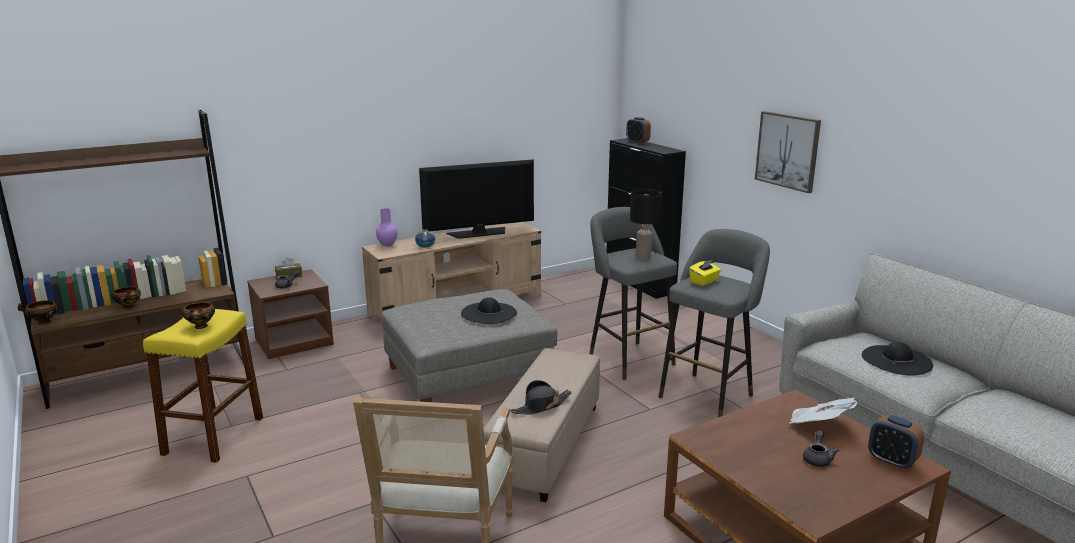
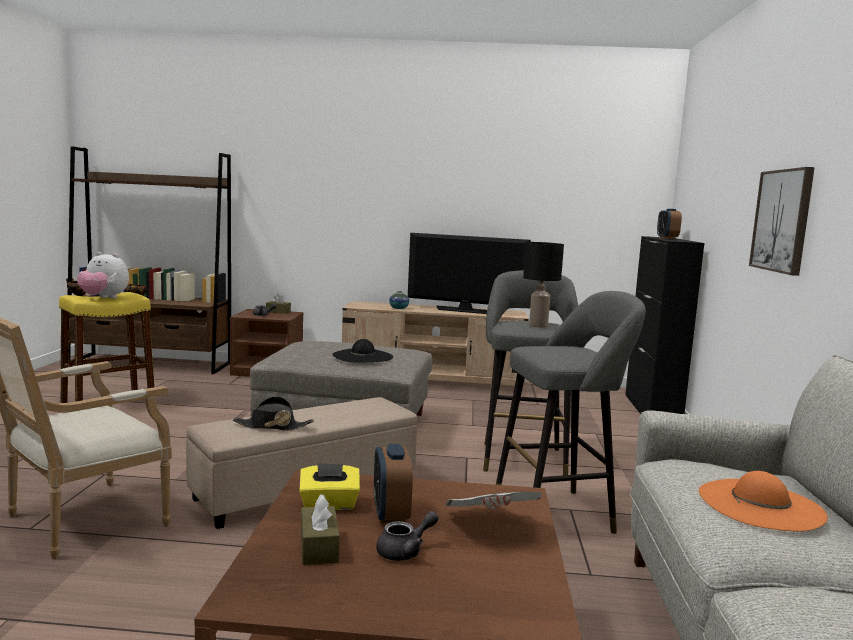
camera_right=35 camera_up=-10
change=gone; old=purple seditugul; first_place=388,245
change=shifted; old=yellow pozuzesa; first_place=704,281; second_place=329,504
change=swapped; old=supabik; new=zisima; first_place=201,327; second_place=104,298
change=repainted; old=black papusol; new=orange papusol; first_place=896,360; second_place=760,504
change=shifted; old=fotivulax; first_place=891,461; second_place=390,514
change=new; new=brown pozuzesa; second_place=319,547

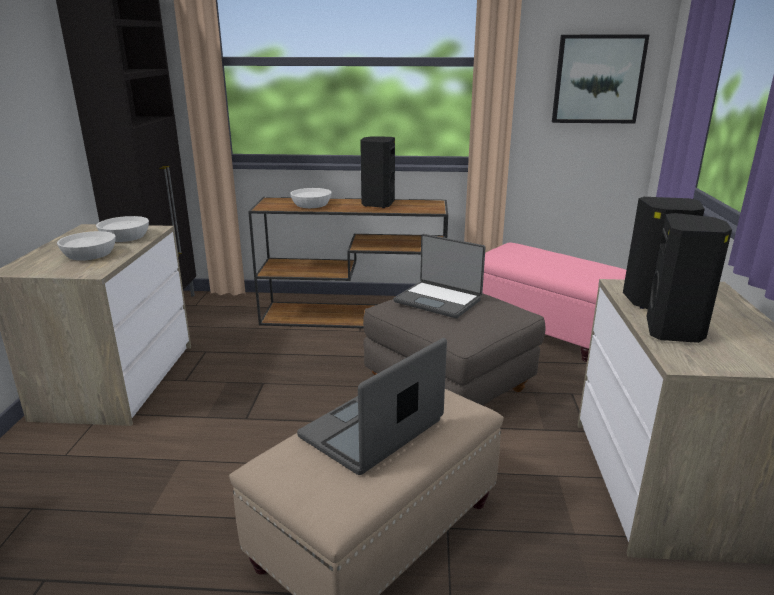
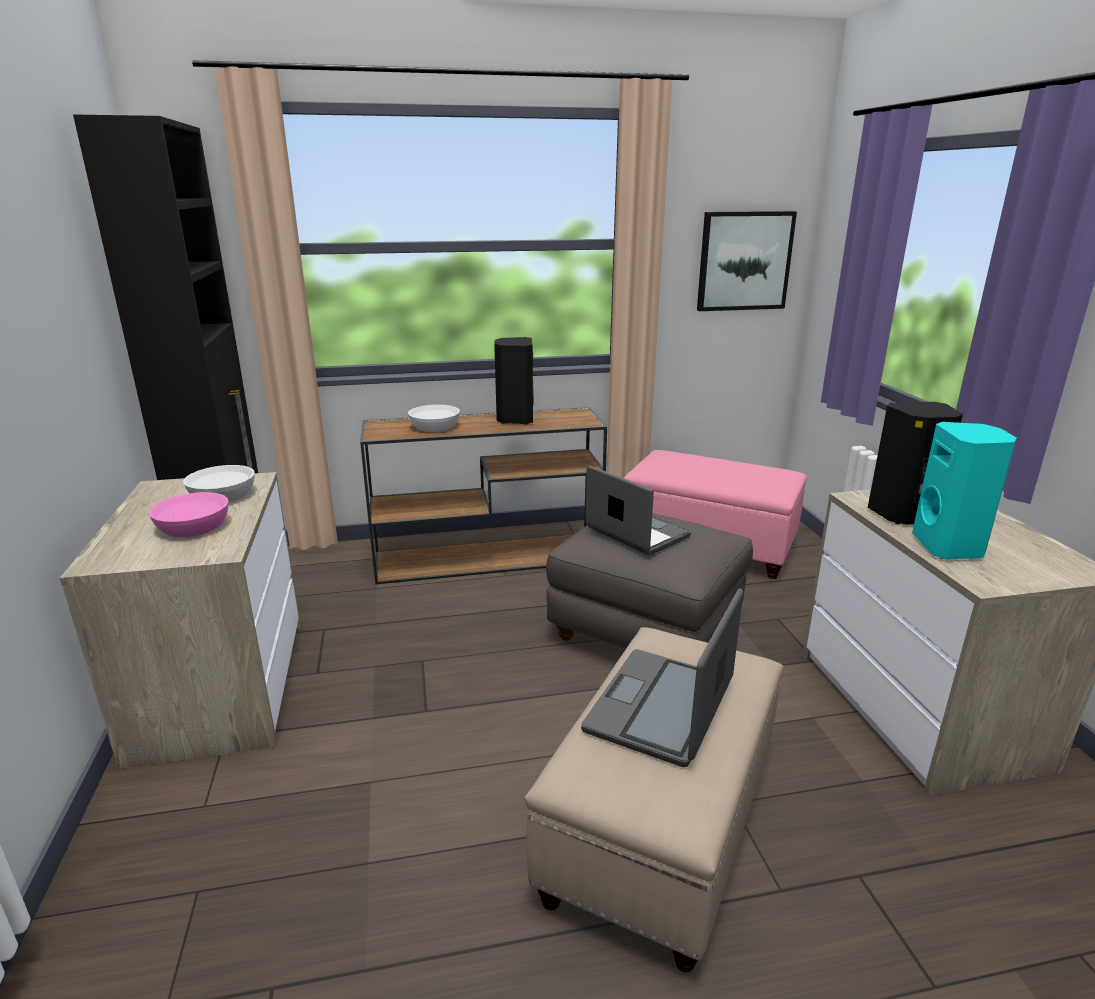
camera_right=-15 camera_up=0
change=repainted; old=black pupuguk; new=turquoise pupuguk; first_place=675,331; second_place=949,547
change=repainted; old=white supabik; new=pink supabik; first_place=90,254; second_place=193,526
change=rotated; old=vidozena; first_place=438,300; second_place=635,533; degrees=-150

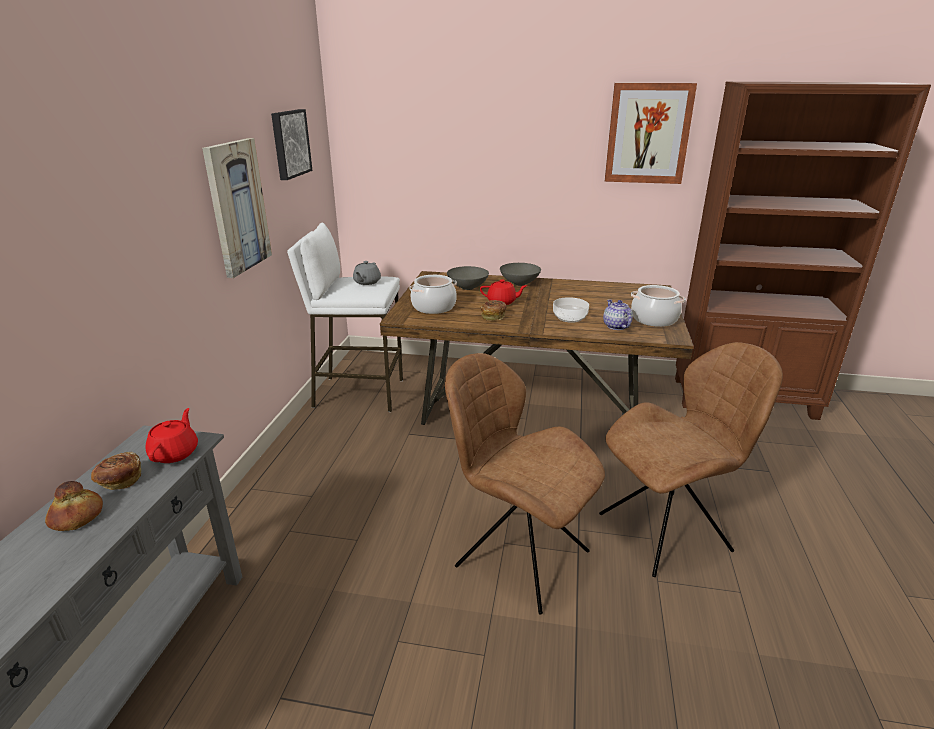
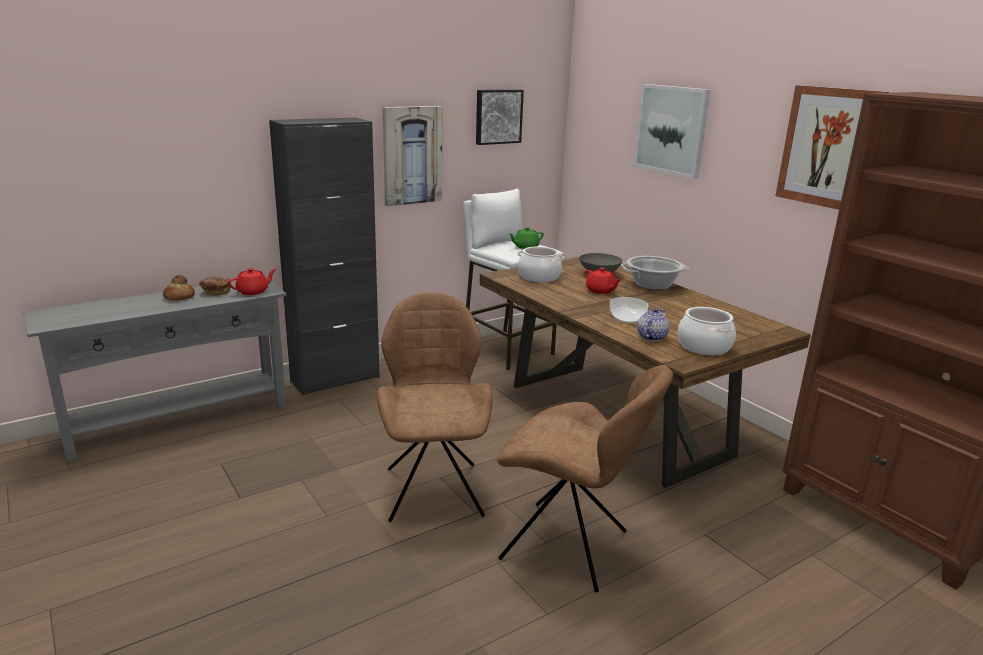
camera_right=45 camera_up=-5
change=repainted; old=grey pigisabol; new=green pigisabol; first_place=366,282; second_place=525,247
change=swapped; old=grey supabik; new=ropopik; first_place=519,283; second_place=652,285
change=gone; old=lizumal; first_place=493,316
change=new; new=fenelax; second_place=671,130
change=new; new=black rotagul; second_place=335,379

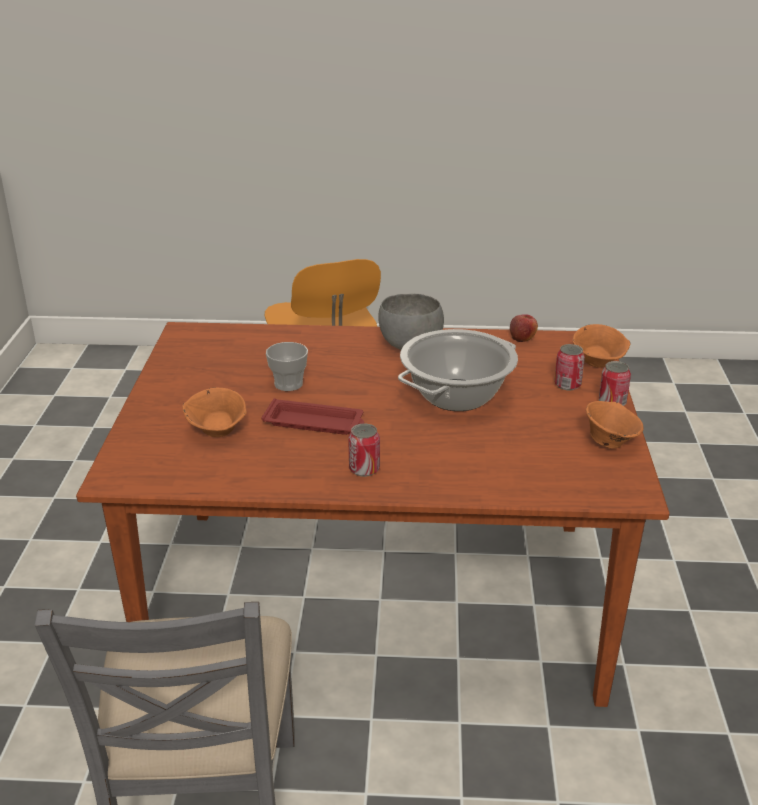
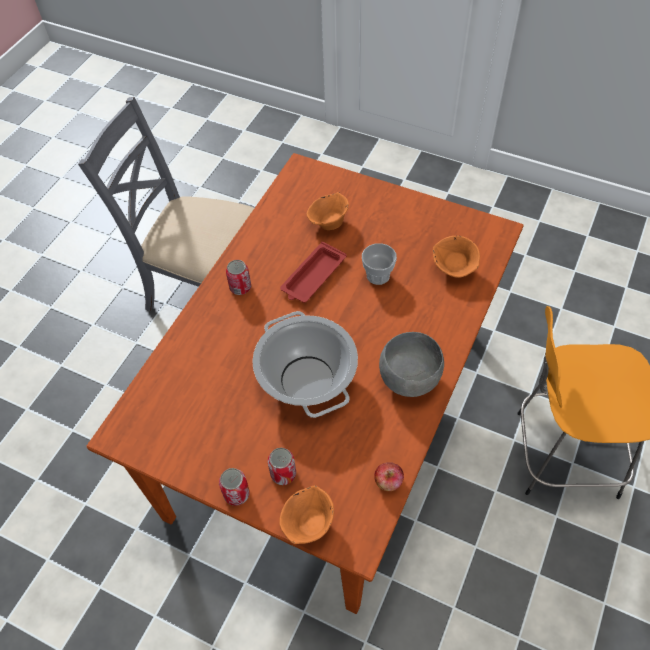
camera_right=115 camera_up=25
change=shifted; old=orange supabik; first_place=610,442; second_place=454,269

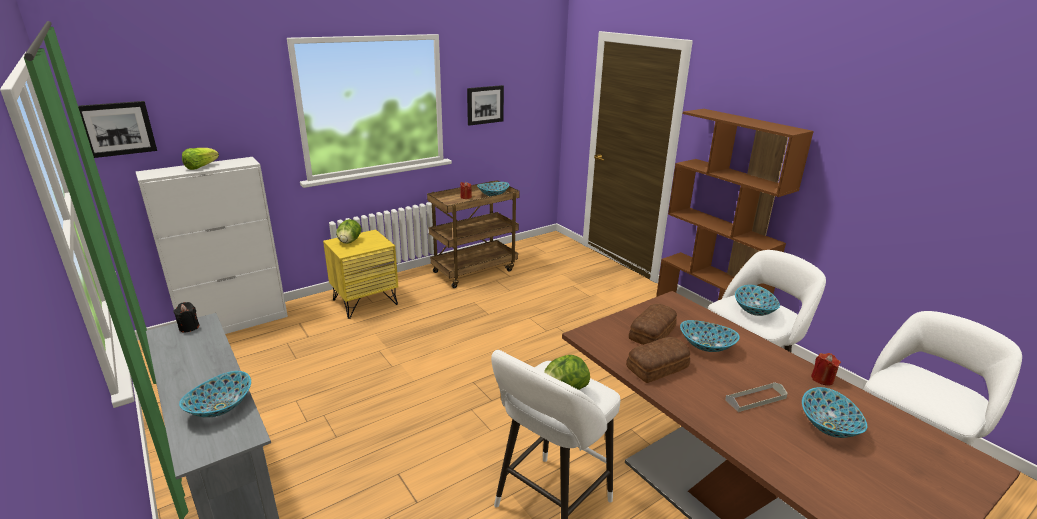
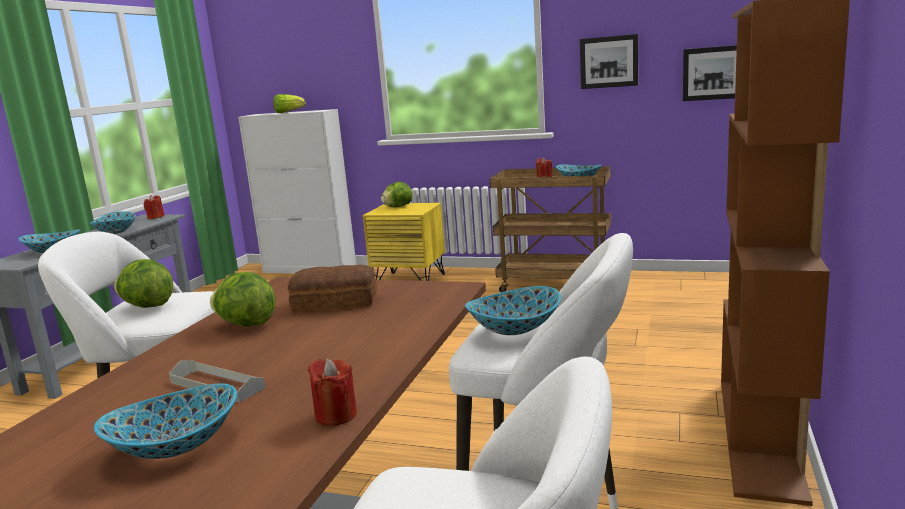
camera_right=55 camera_up=-10
change=shifted; old=fenelax; first_place=117,128; second_place=713,73
change=repainted; old=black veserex; new=red veserex; first_place=189,327; second_place=155,217
change=shifted; old=supabik; first_place=706,346; second_place=116,232
change=swapped; old=lizumal; new=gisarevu; first_place=659,367; second_place=246,324

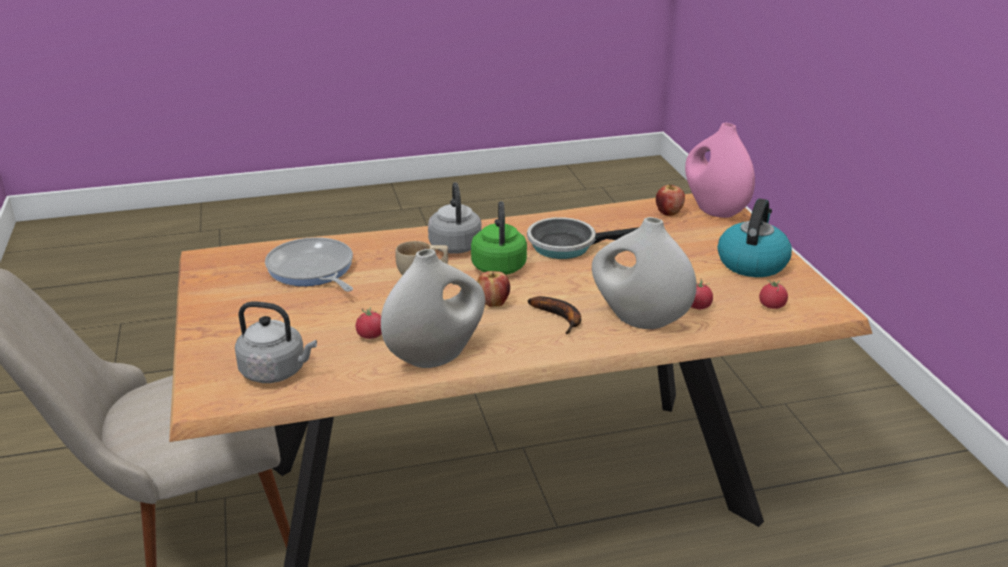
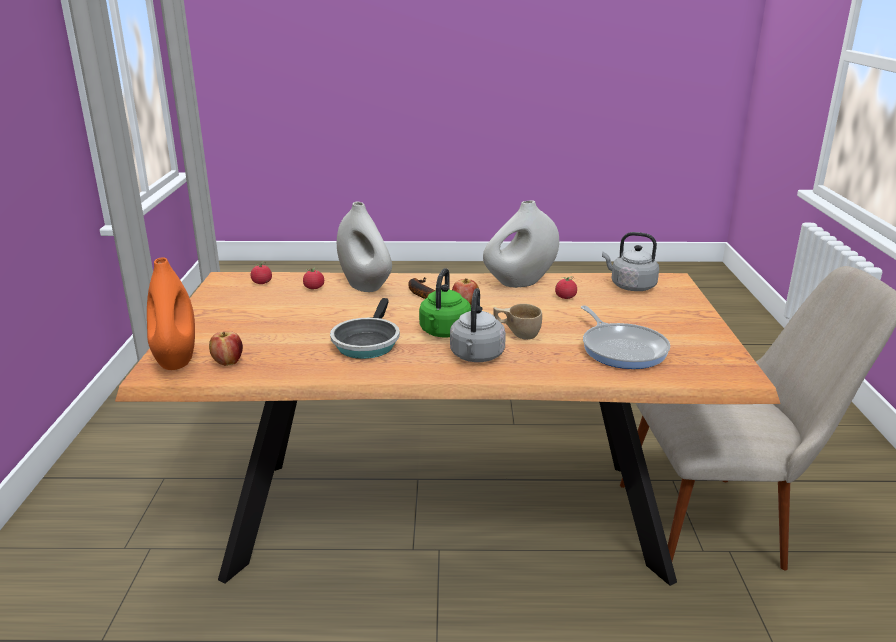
camera_right=-165 camera_up=-5
change=repainted; old=pink seditugul; new=orange seditugul; first_place=714,210; second_place=176,360
change=gone; old=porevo; first_place=752,263
change=rotated; old=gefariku; first_place=567,245; second_place=366,342; degrees=90

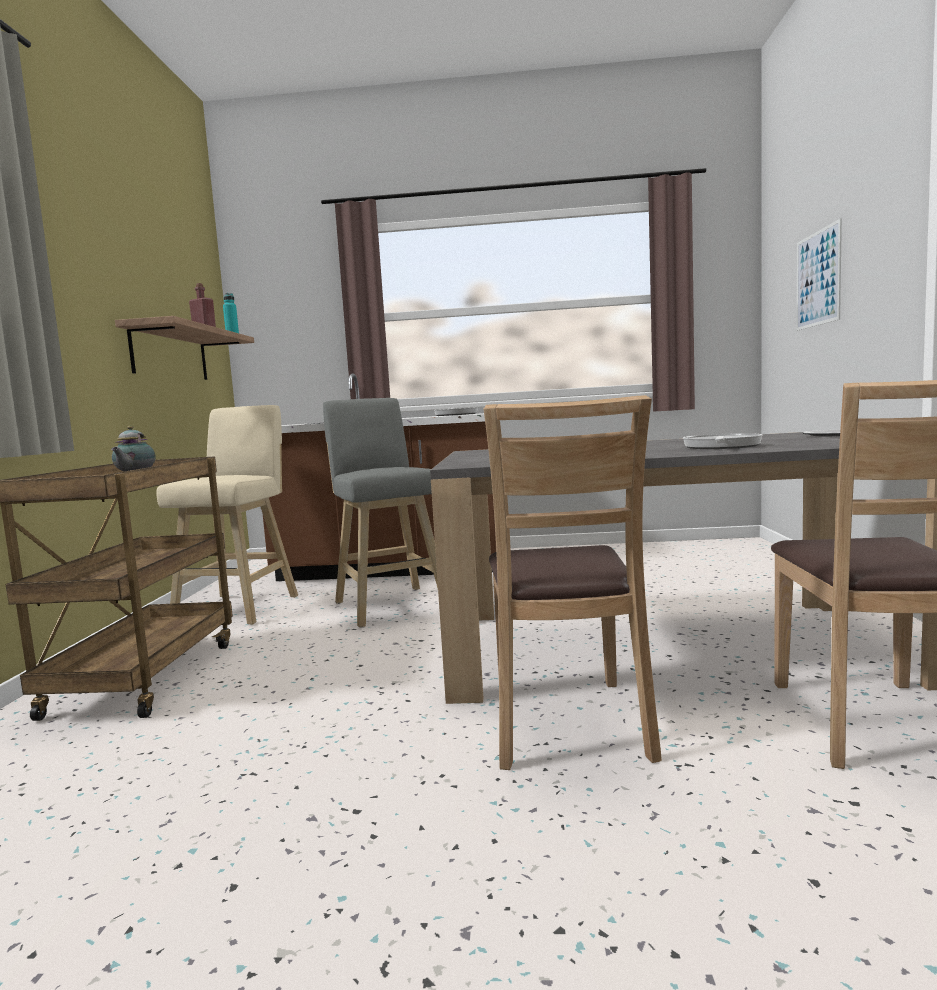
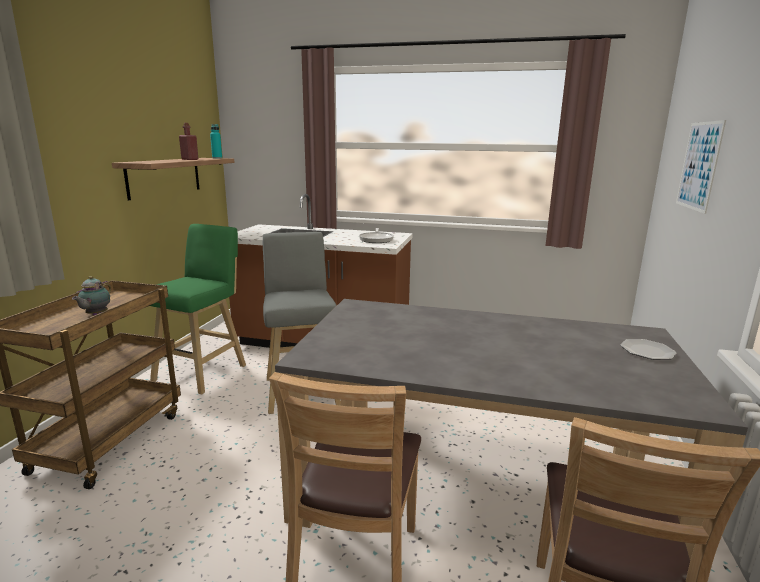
camera_right=10 camera_up=10
change=repainted; old=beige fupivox; new=green fupivox; first_place=240,607; second_place=203,371
change=gone; old=gefariku; first_place=721,447

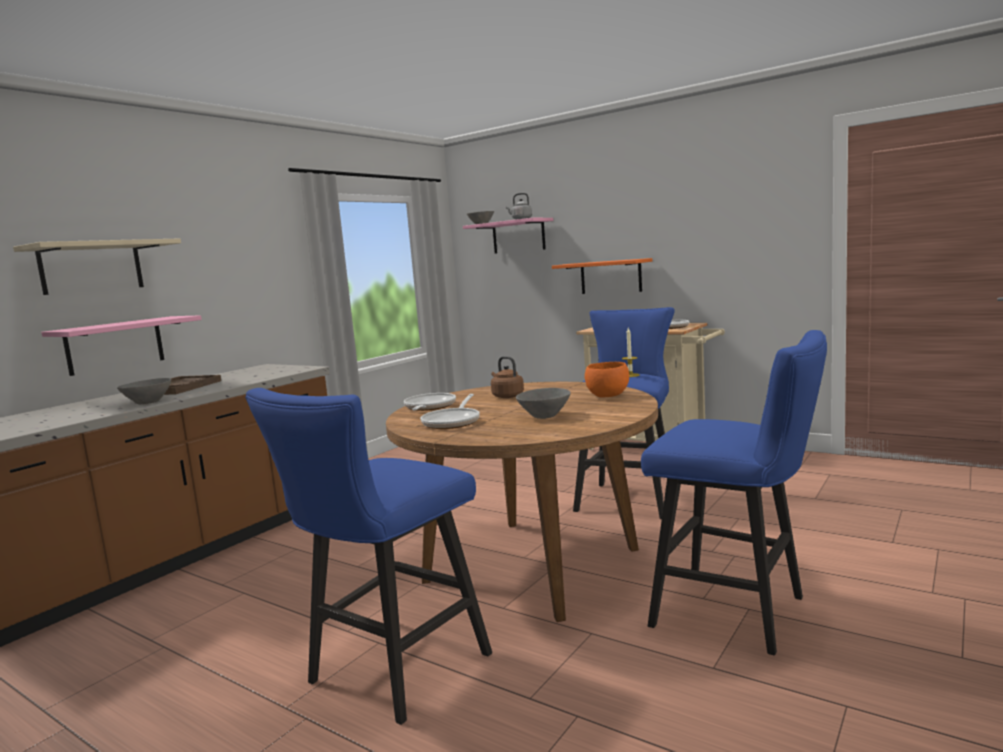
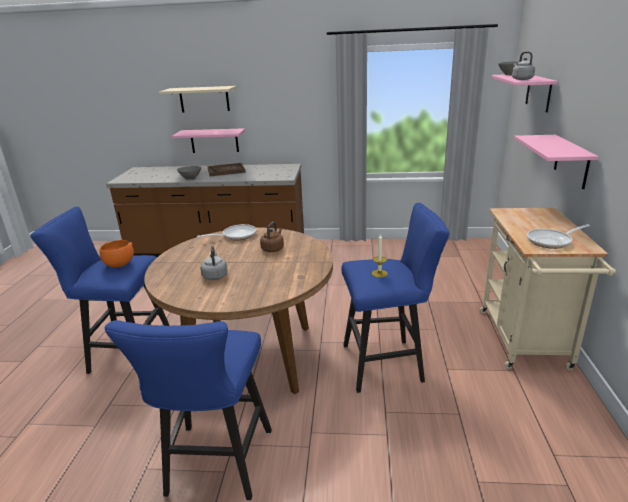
camera_right=60 camera_up=15
change=repainted; old=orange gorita; new=pink gorita; first_place=610,276; second_place=571,161
change=shifted; old=orange supabik; first_place=608,396; second_place=119,265
change=swapped; old=grey supabik; new=grey porevo; first_place=543,416; second_place=215,276
change=gone; old=gefariku; first_place=453,422

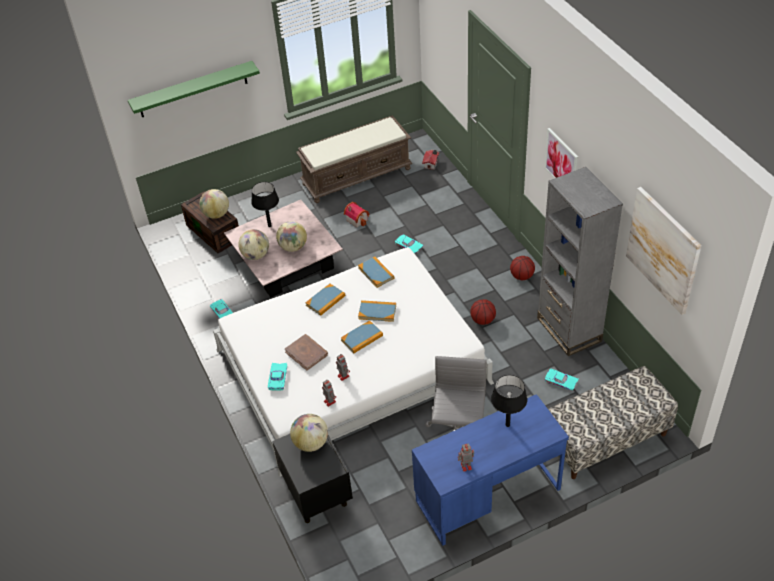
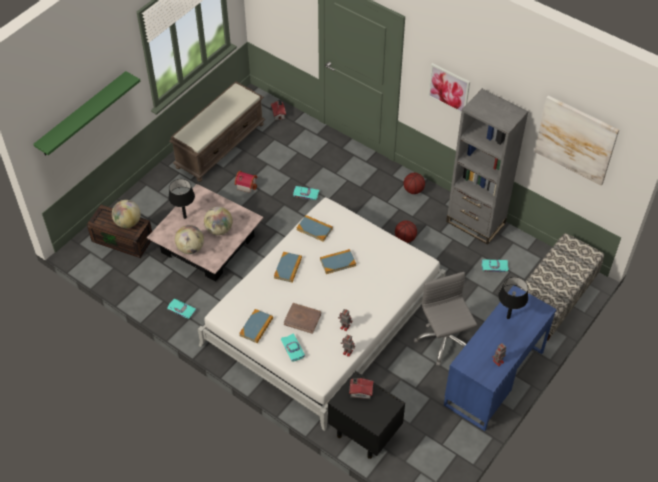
camera_right=-30 camera_up=5
change=shifted; old=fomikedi; first_place=362,338; second_place=256,327
change=swapped; old=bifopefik; new=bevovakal; first_place=311,443; second_place=360,391

